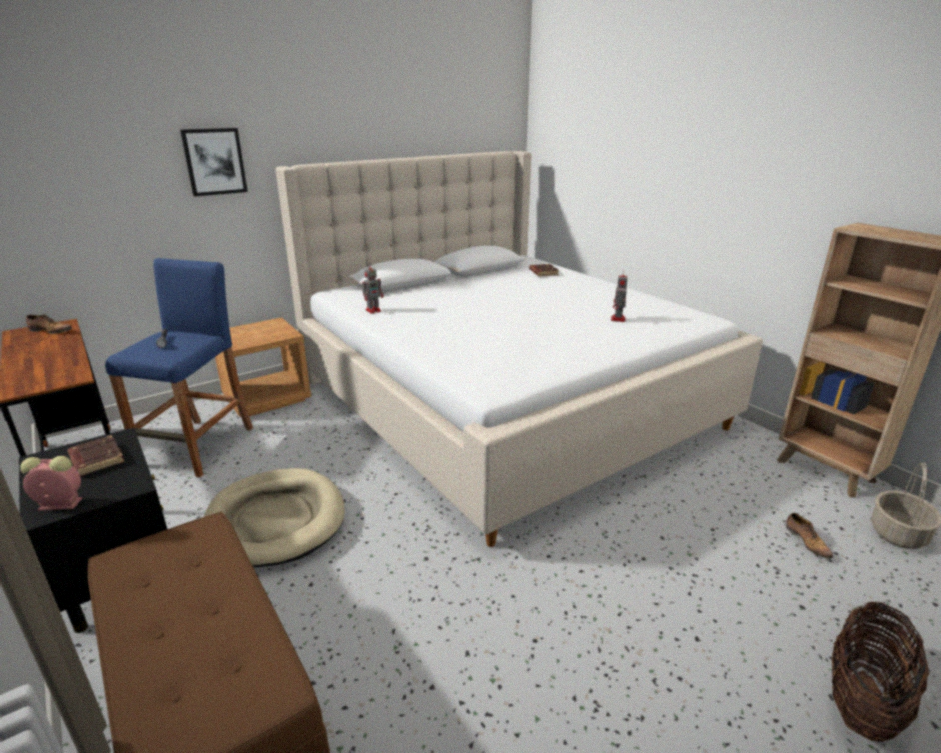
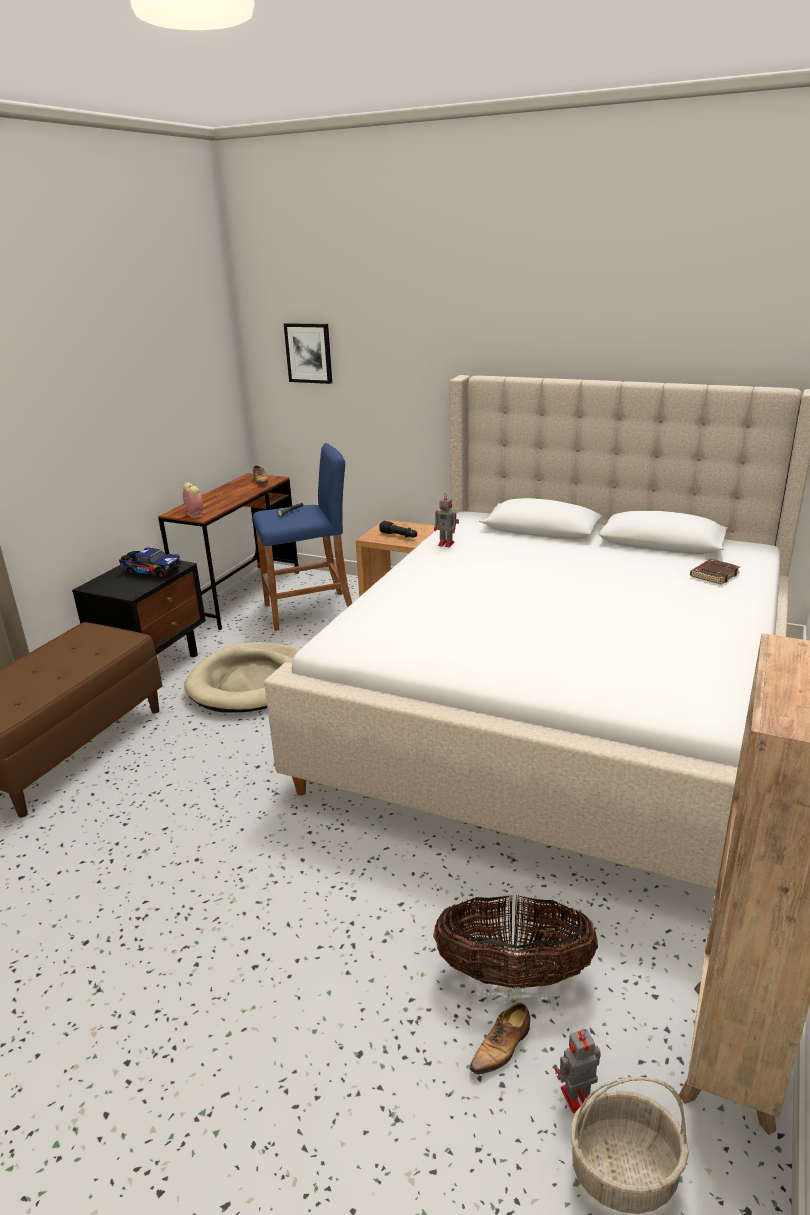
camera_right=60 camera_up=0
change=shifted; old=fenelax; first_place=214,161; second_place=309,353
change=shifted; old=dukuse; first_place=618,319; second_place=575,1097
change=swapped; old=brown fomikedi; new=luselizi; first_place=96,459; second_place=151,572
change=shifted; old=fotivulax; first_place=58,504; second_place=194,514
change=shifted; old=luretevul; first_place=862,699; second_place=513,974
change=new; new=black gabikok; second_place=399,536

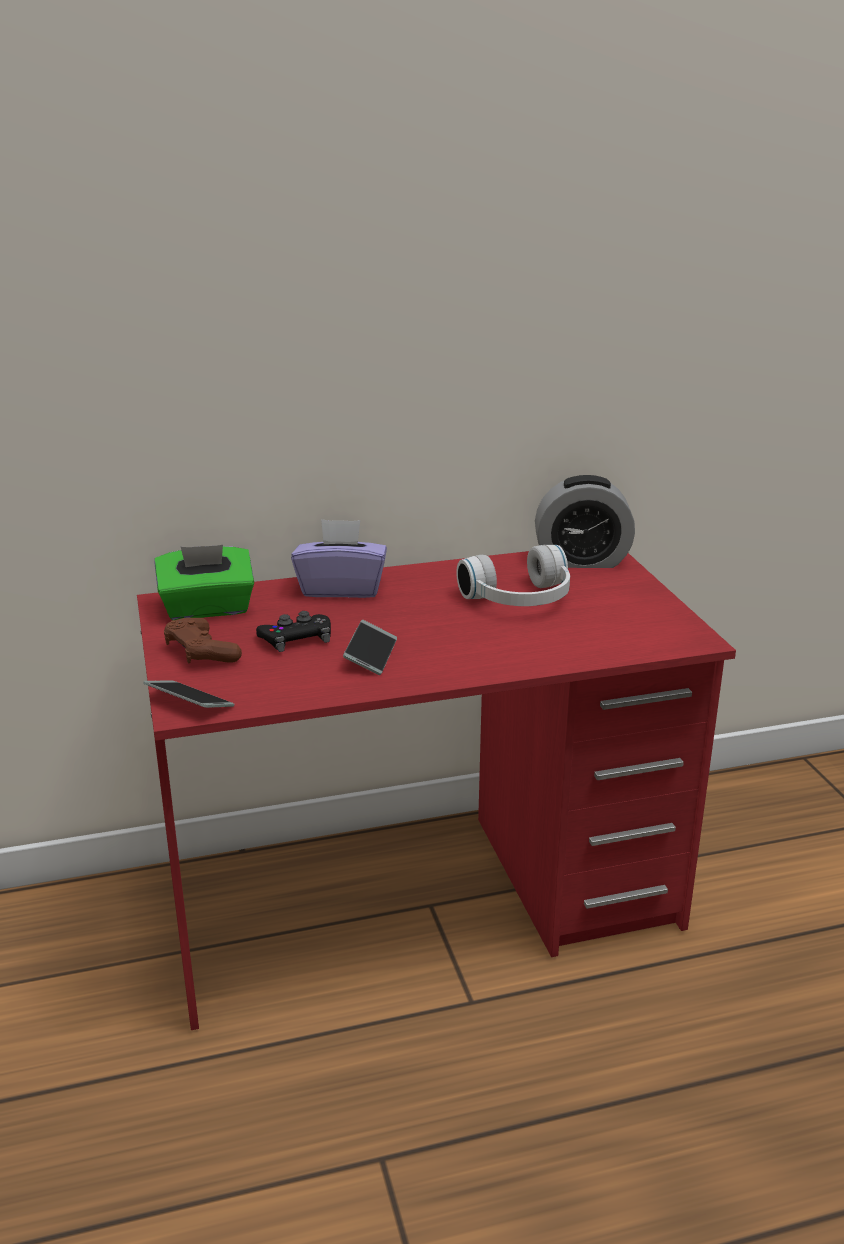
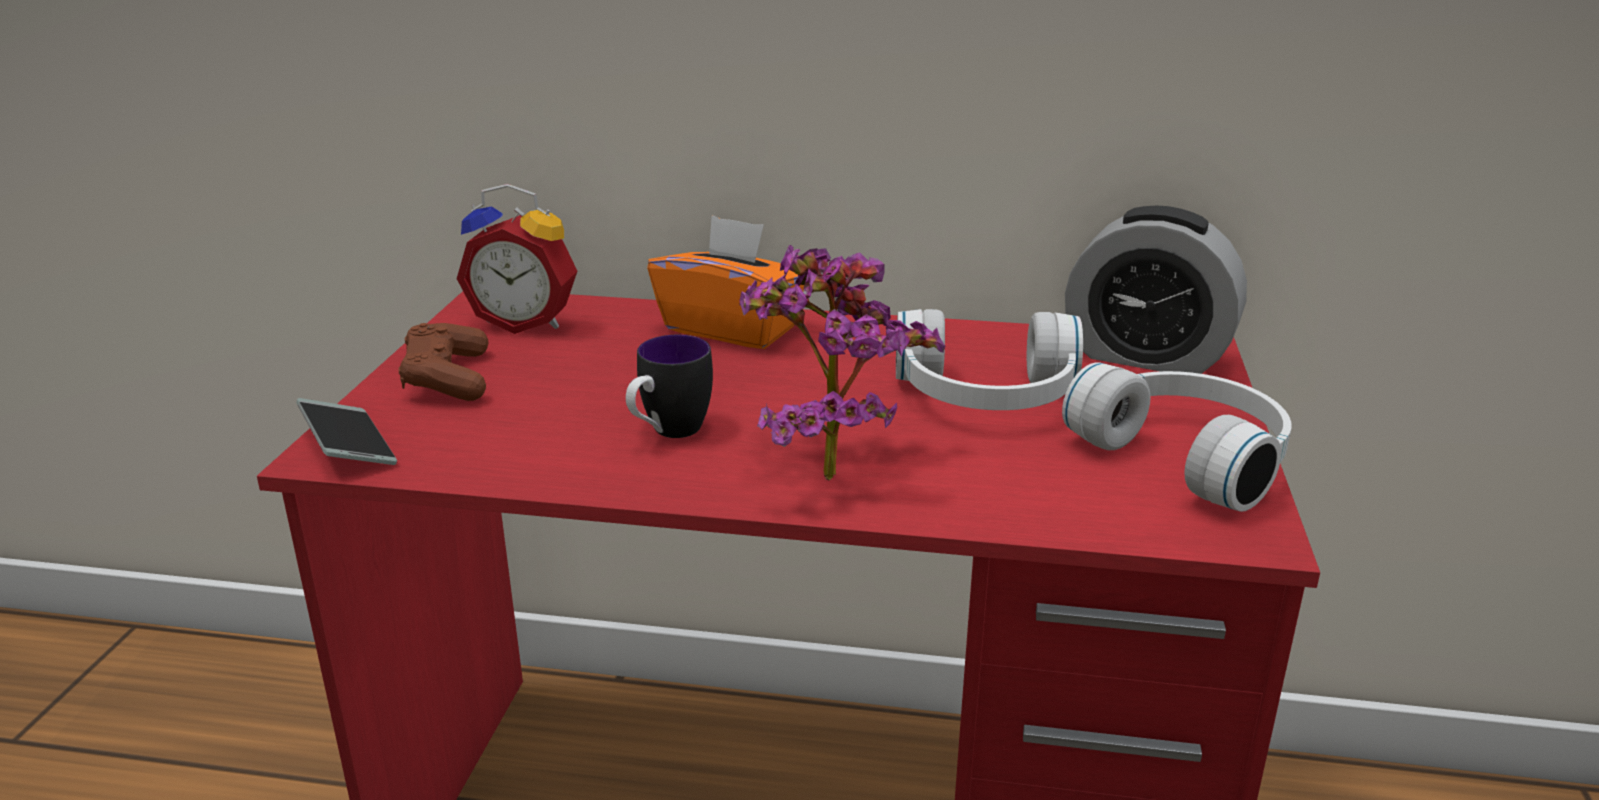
camera_right=25 camera_up=0
change=repainted; old=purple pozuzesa; new=orange pozuzesa; first_place=341,588; second_place=732,328
change=swapped; old=green pozuzesa; new=fotivulax; first_place=207,609; second_place=526,322
change=gone; old=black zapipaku; first_place=296,639
change=swapped; old=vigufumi; new=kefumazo; first_place=371,655; second_place=668,433
change=new; new=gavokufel; second_place=824,468
change=new; new=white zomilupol; second_place=1188,456

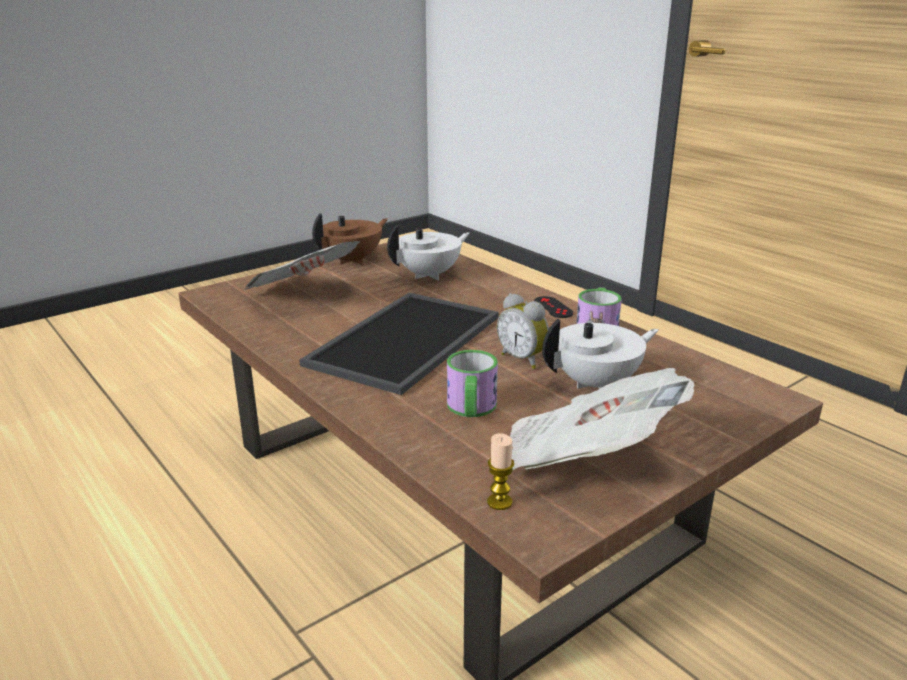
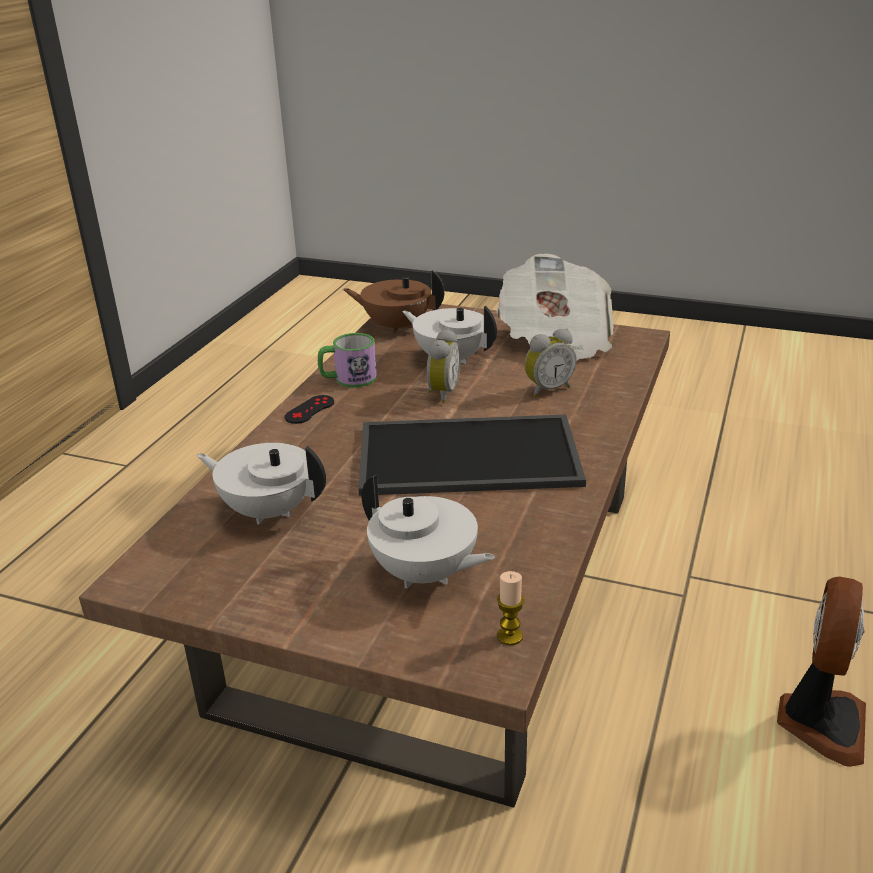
camera_right=-120 camera_up=5
change=shifted; old=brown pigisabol; first_place=353,260; second_place=396,326
change=swapped; old=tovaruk; new=white pigisabol; first_place=303,296; second_place=425,574
change=swapped; old=kefumazo; new=fotivulax; first_place=471,409; second_place=547,389
change=shifted; old=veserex; first_place=499,502; second_place=509,636
change=new; new=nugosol; second_place=820,722

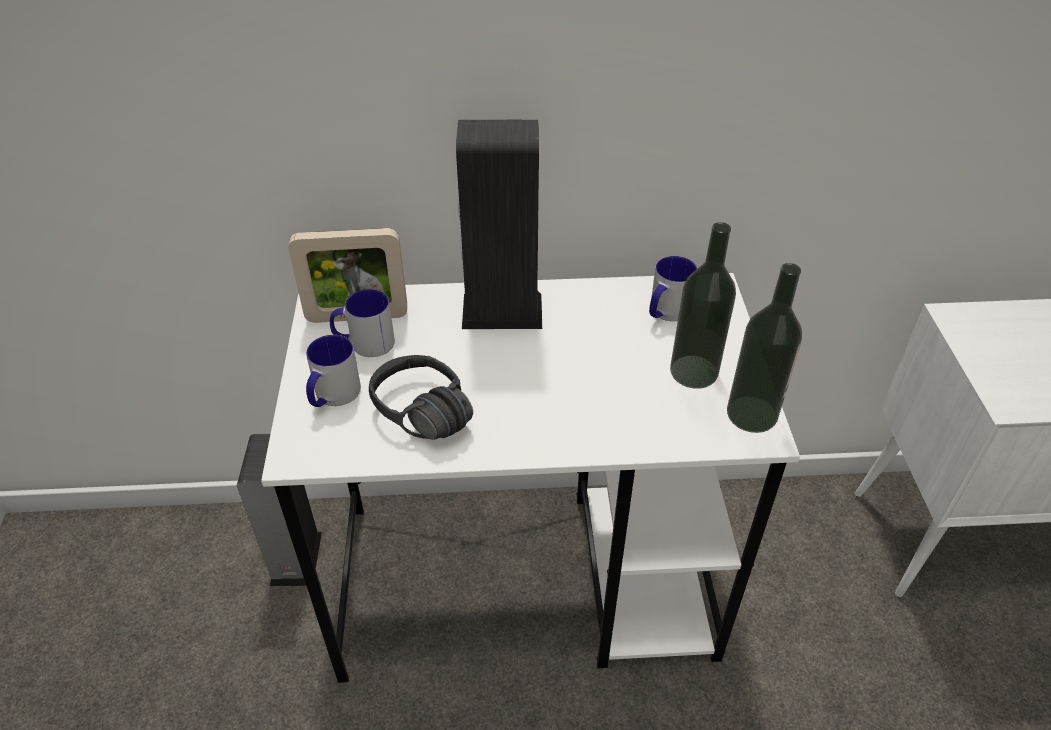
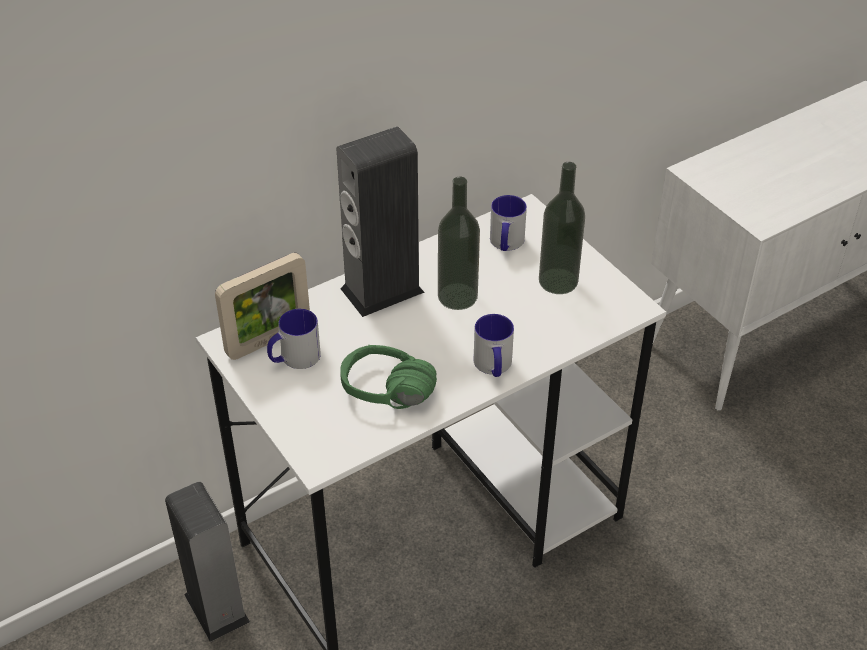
camera_right=-30 camera_up=0
change=shifted; old=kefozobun; first_place=752,414; second_place=457,296
change=shifted; old=kefumazo; first_place=333,396; second_place=493,366
change=repainted; old=black zomilupol; new=green zomilupol; first_place=410,421; second_place=383,401

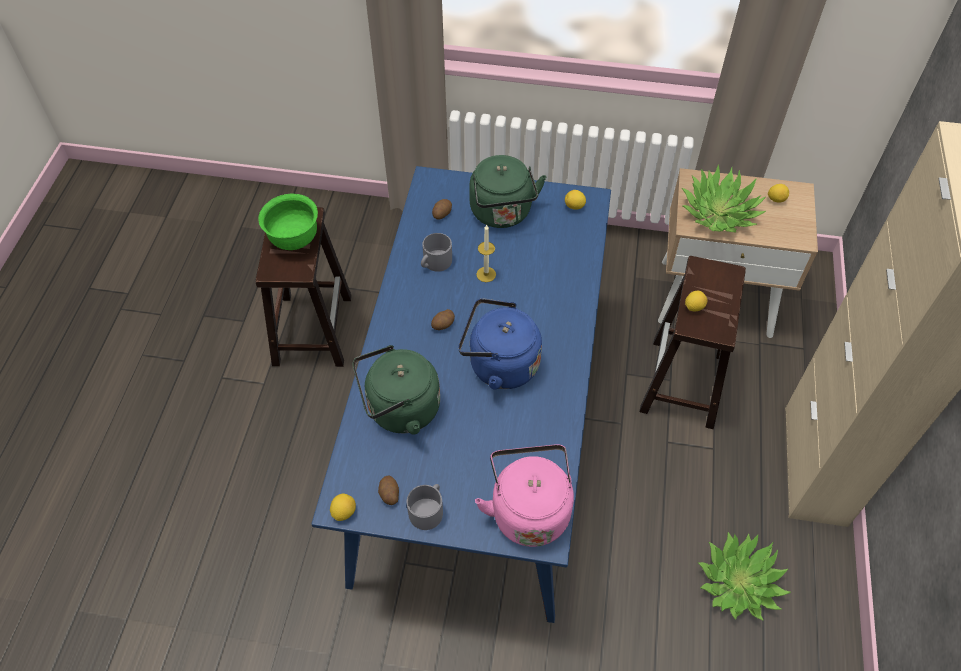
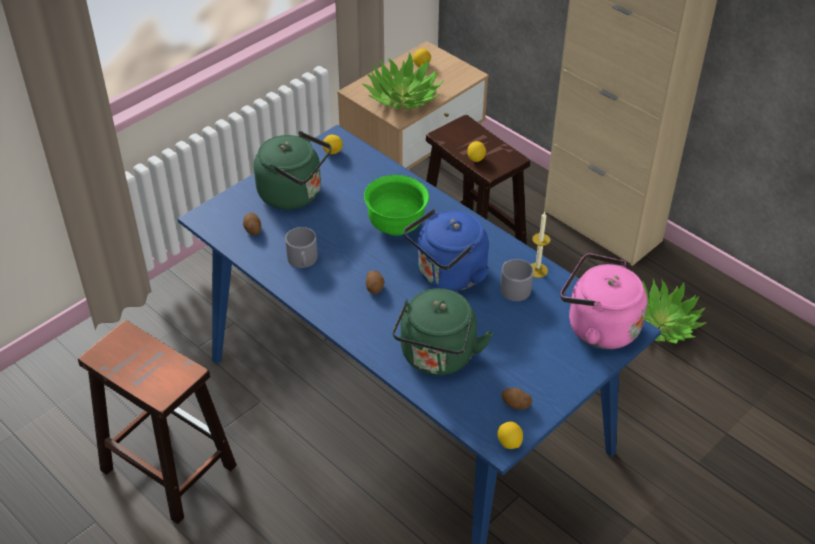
camera_right=-55 camera_up=-10
change=shifted; old=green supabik; first_place=294,239; second_place=396,226
change=shifted; old=veserex; first_place=486,274; second_place=537,270
change=shifted; old=grey kefumazo; first_place=428,510; second_place=513,287

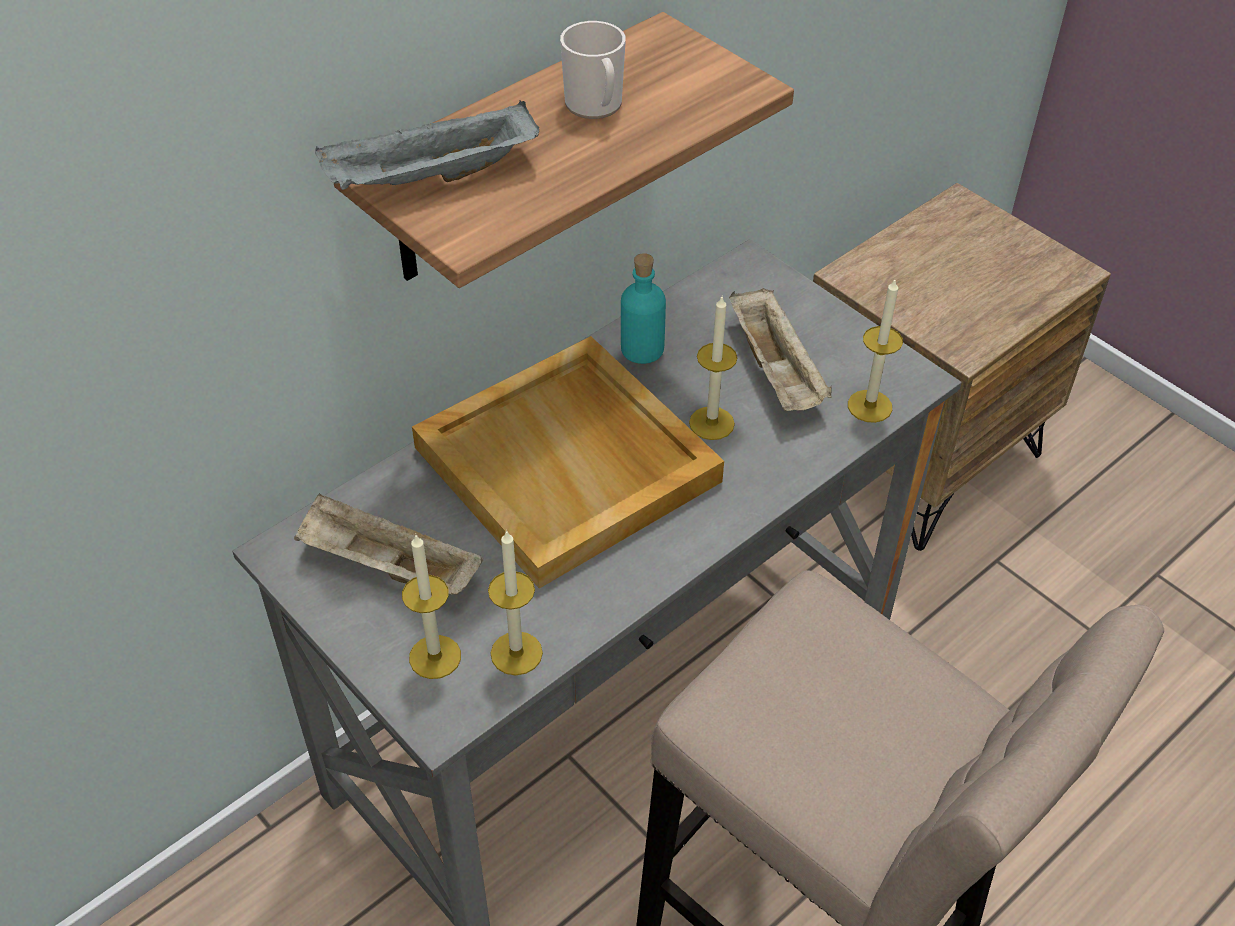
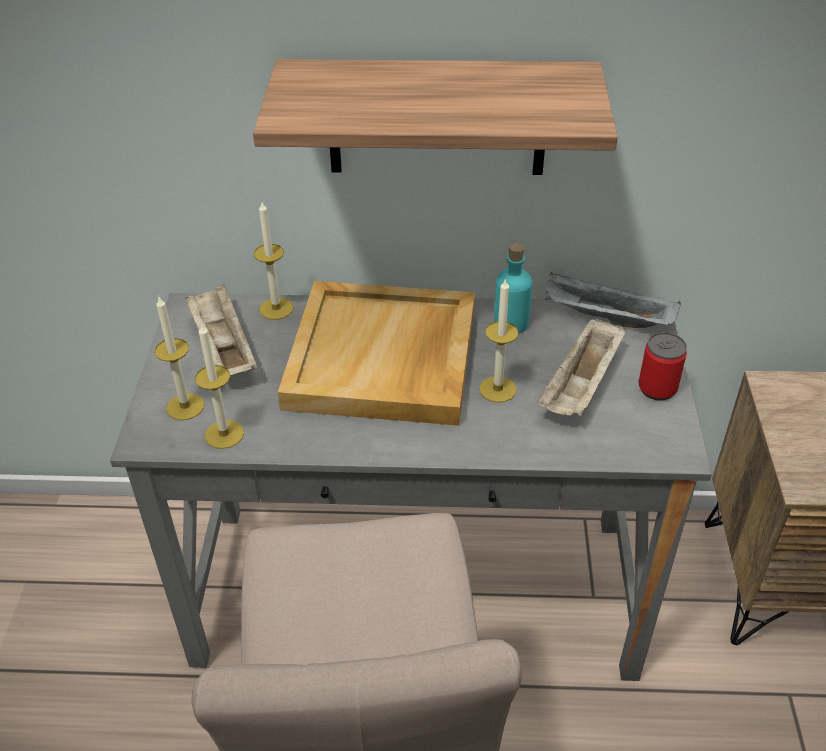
camera_right=45 camera_up=-5
change=gone; old=kefumazo; first_place=596,106
change=shifted; old=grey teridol; first_place=431,179; second_place=604,319
change=shifted; old=veserex; first_place=869,406; second_place=276,308
change=new; new=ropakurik; second_place=657,388

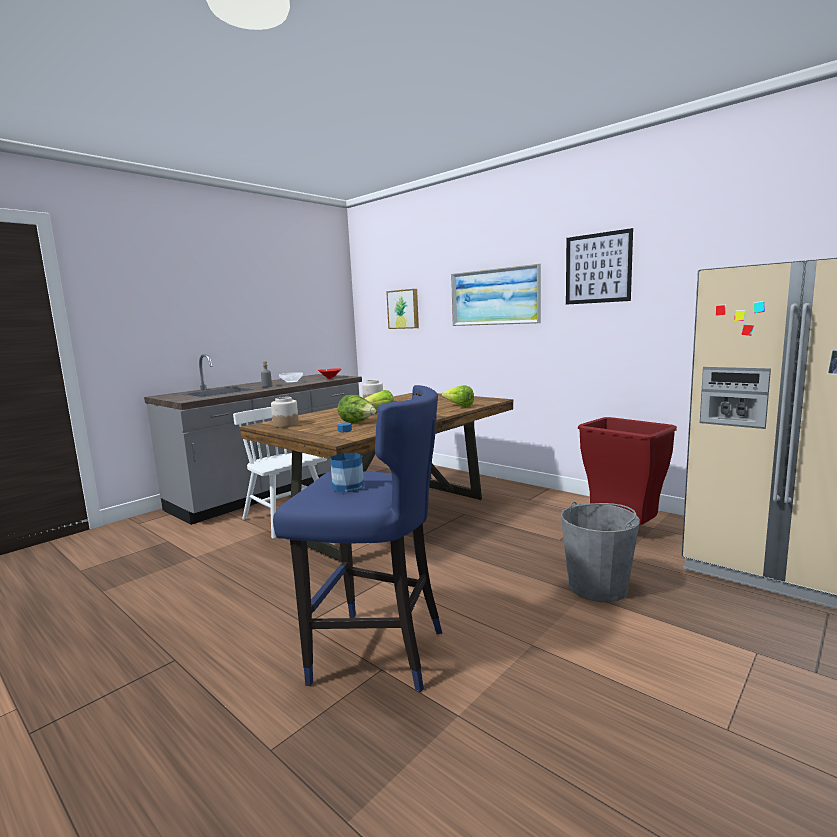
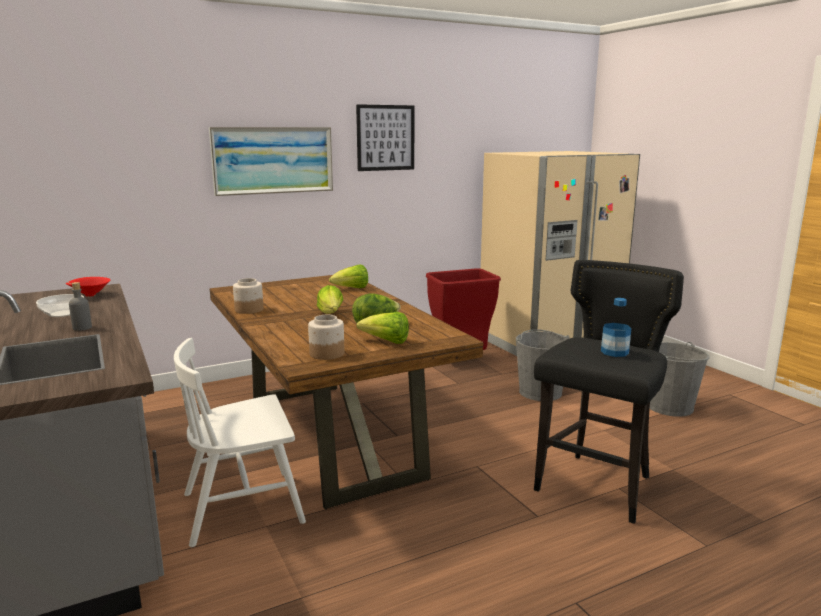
camera_right=-70 camera_up=5
change=gone; old=fenelax; first_place=403,309
change=repainted; old=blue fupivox; new=black fupivox; first_place=376,653; second_place=596,487
change=new; new=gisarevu; second_place=386,342
change=new; new=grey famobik; second_place=670,407

